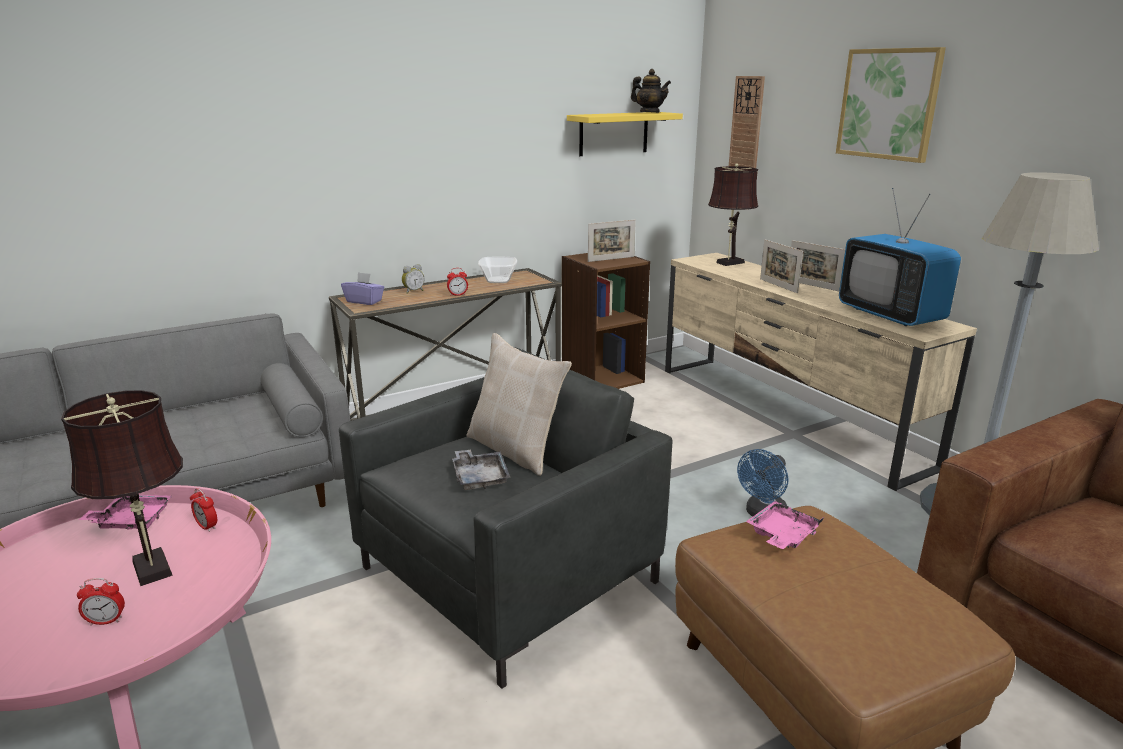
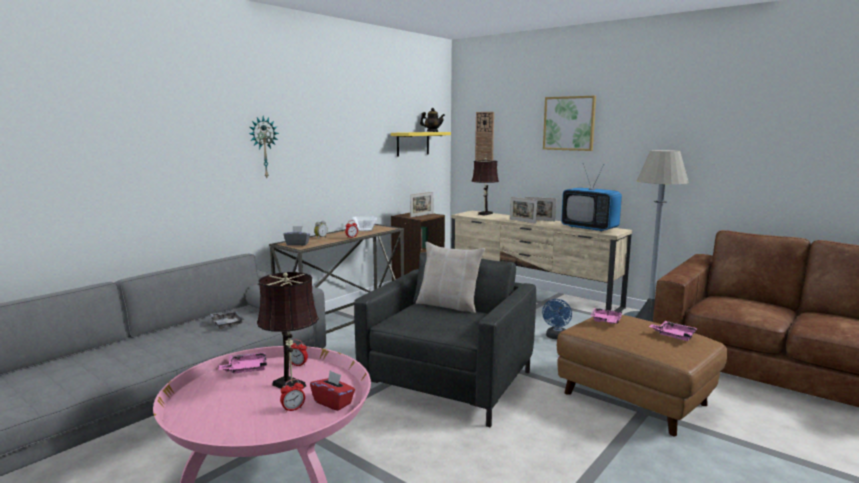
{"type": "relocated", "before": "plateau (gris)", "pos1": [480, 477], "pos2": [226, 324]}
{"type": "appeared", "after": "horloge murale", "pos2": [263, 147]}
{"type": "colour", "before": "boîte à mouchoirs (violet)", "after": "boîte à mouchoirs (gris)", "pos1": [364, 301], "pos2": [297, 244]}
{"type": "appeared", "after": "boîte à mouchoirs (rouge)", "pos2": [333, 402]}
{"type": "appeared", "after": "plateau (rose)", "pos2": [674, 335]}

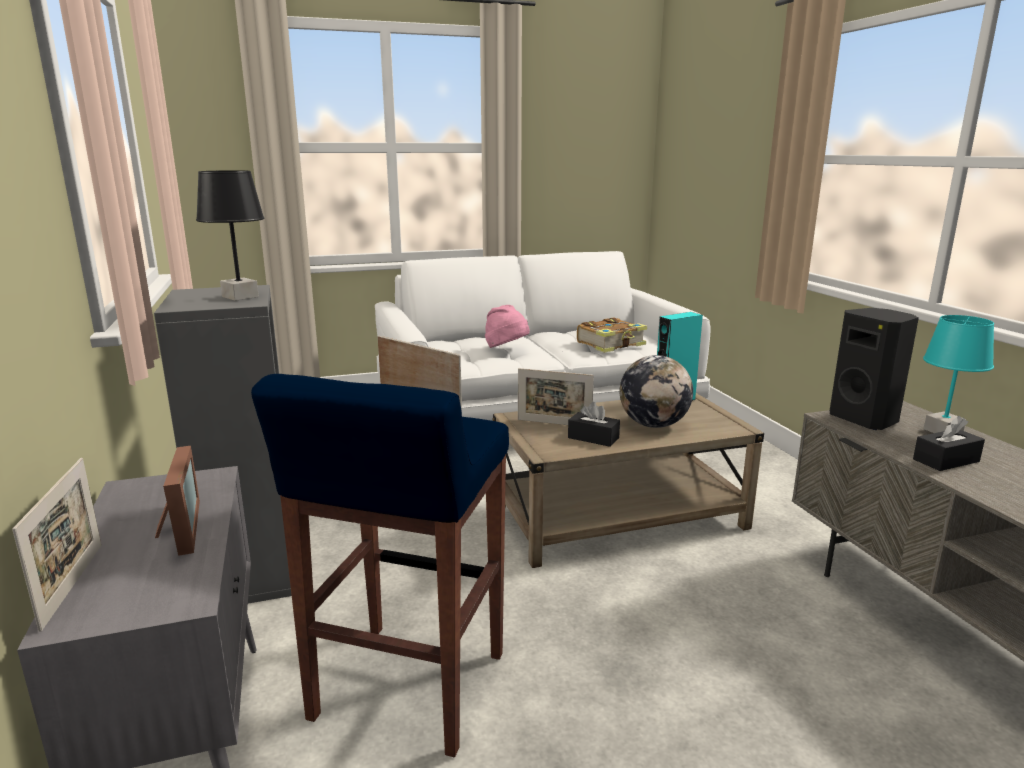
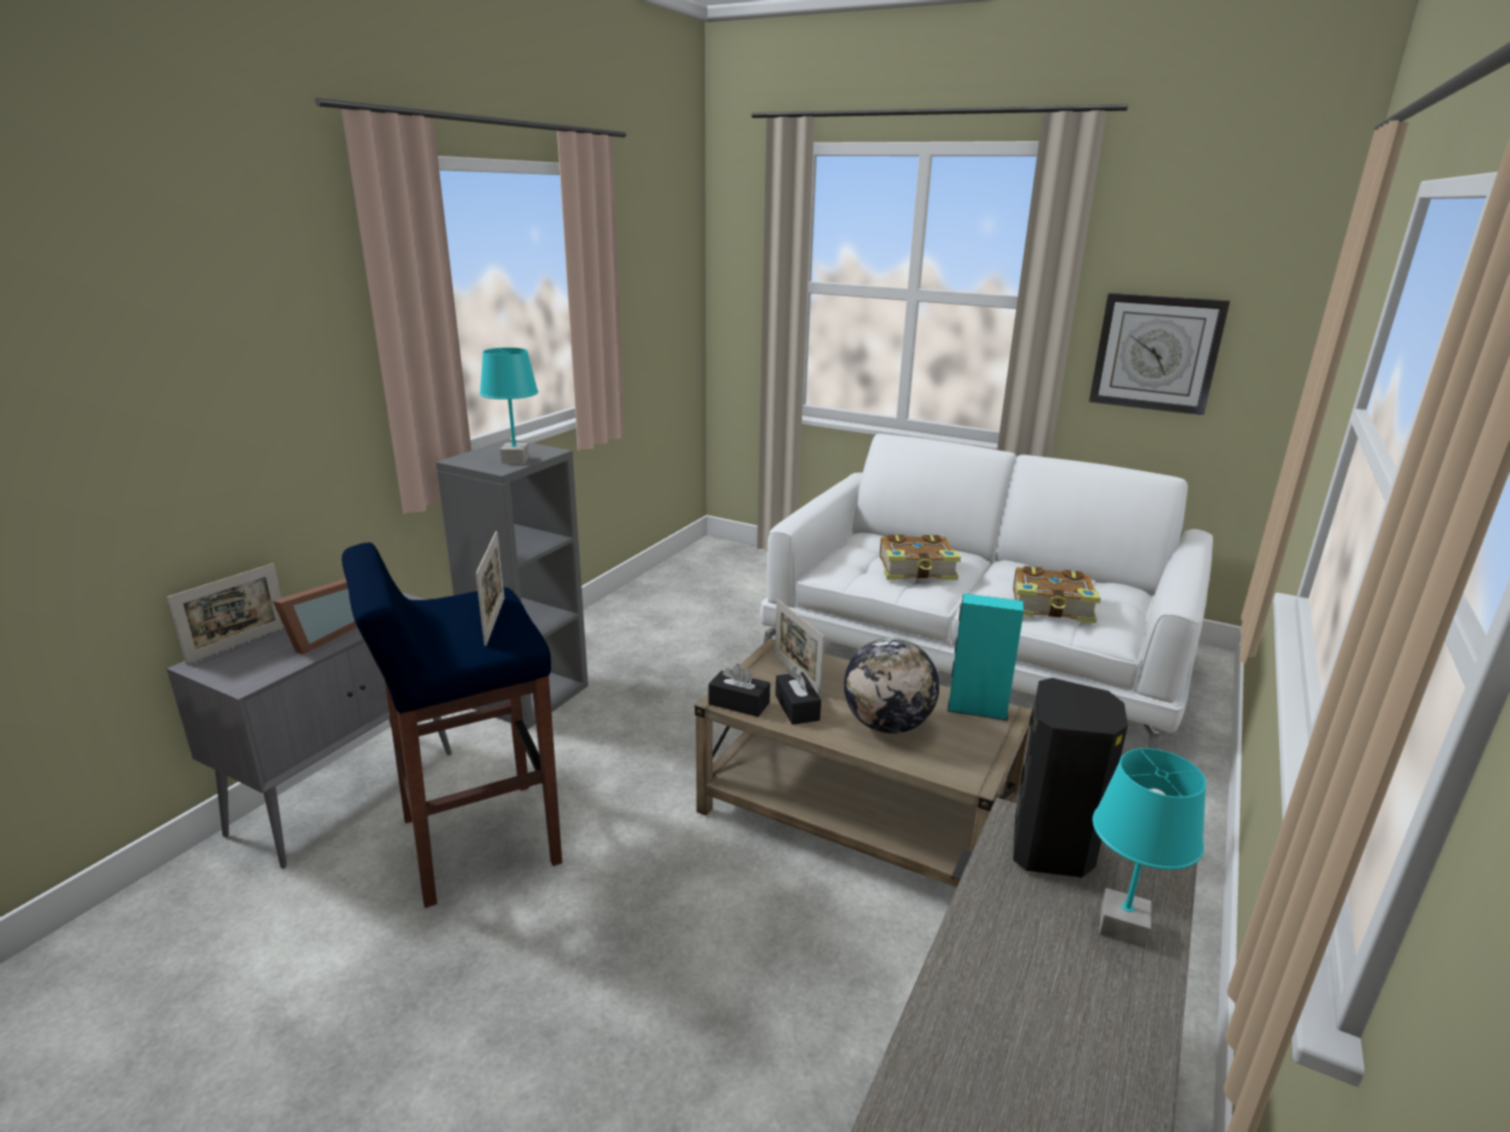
{"type": "colour", "before": "lampe de table (noir)", "after": "lampe de table (turquoise)", "pos1": [239, 297], "pos2": [515, 460]}
{"type": "relocated", "before": "boîte à mouchoirs (noir)", "pos1": [946, 460], "pos2": [739, 703]}
{"type": "exchanged", "before": "chapeau (rose)", "after": "livre", "pos1": [507, 349], "pos2": [917, 570]}
{"type": "appeared", "after": "horloge murale", "pos2": [1156, 353]}

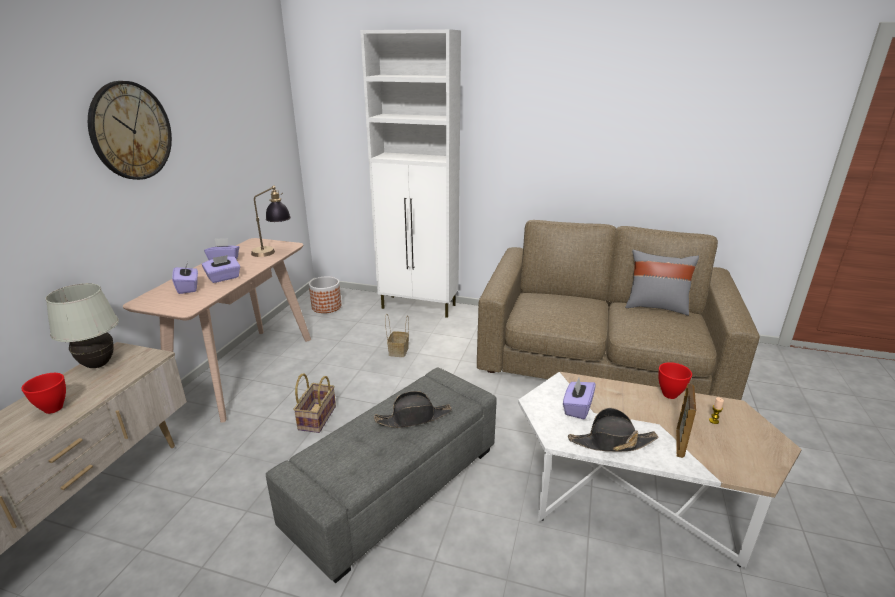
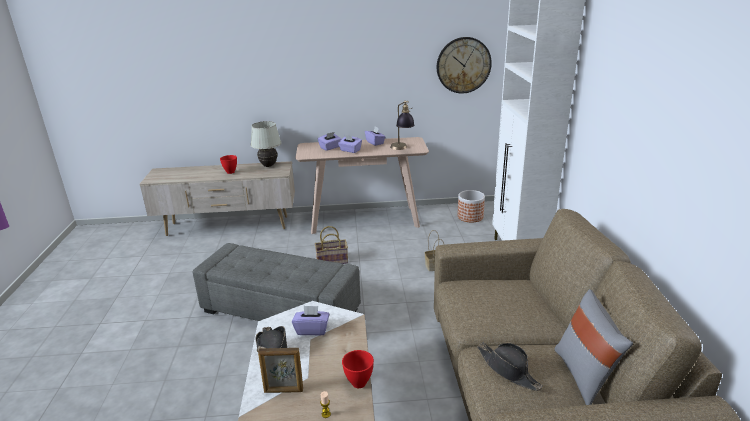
{"type": "relocated", "before": "horloge murale", "pos1": [131, 131], "pos2": [463, 65]}
{"type": "relocated", "before": "chapeau (noir)", "pos1": [414, 418], "pos2": [508, 370]}

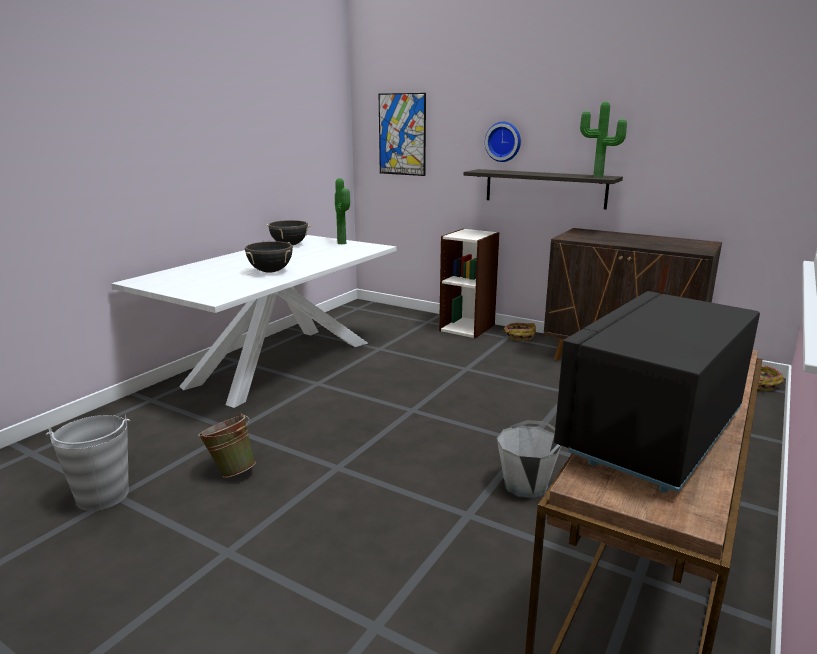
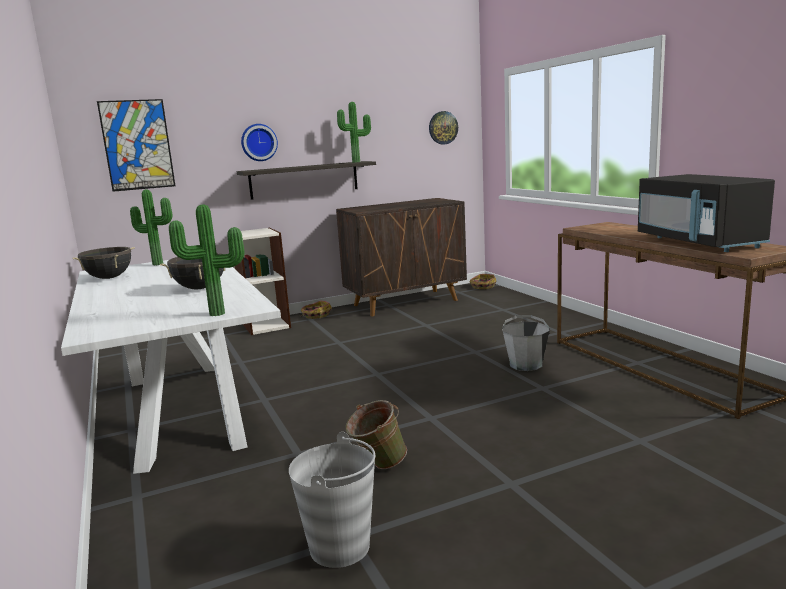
{"type": "appeared", "after": "plante en pot", "pos2": [217, 314]}
{"type": "appeared", "after": "horloge murale", "pos2": [443, 127]}

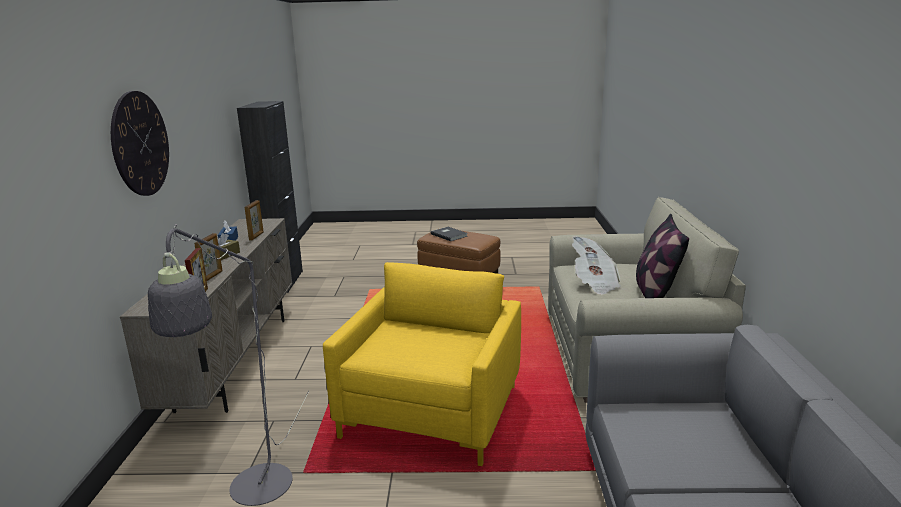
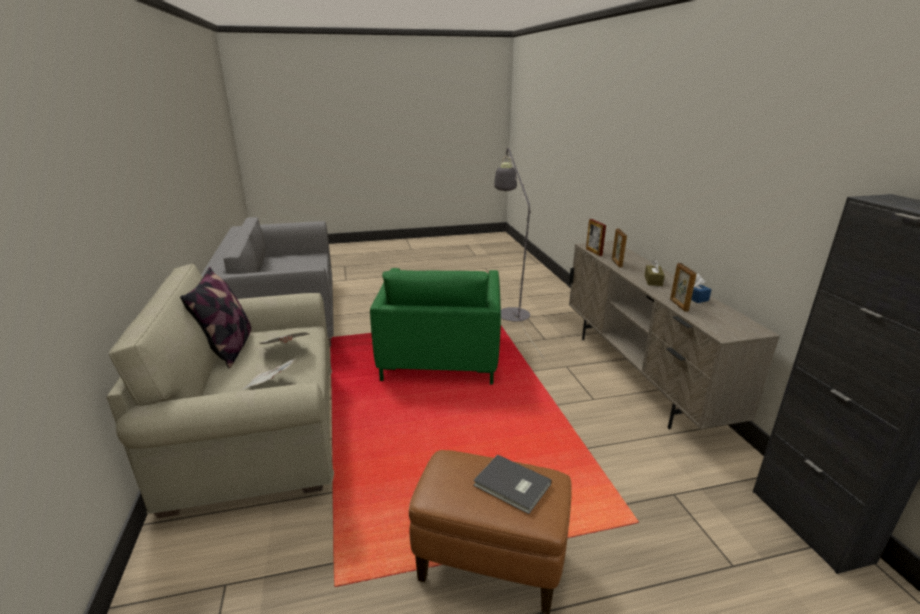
{"type": "colour", "before": "fauteuil (jaune)", "after": "fauteuil (vert)", "pos1": [431, 411], "pos2": [440, 356]}
{"type": "missing", "before": "horloge murale", "pos1": [140, 144]}

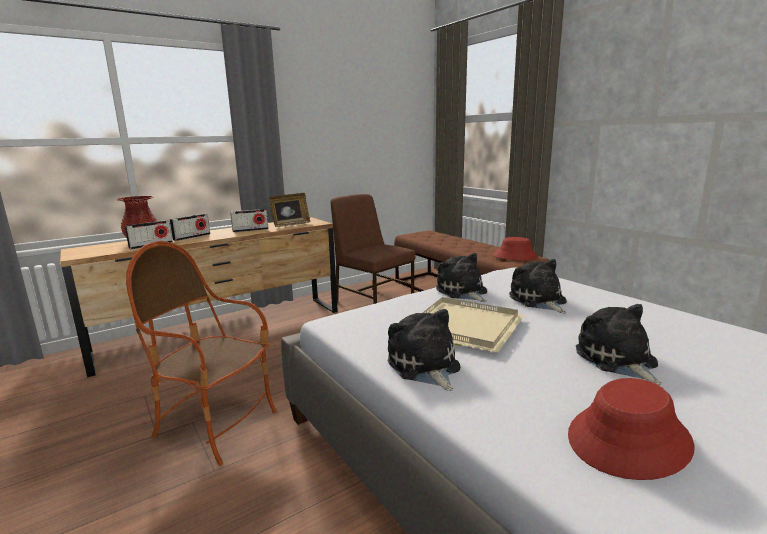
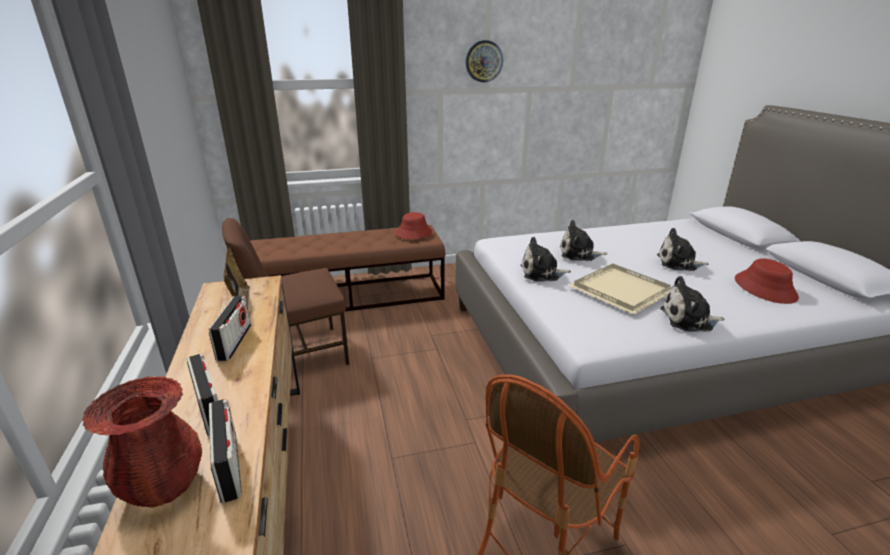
{"type": "appeared", "after": "horloge murale", "pos2": [483, 61]}

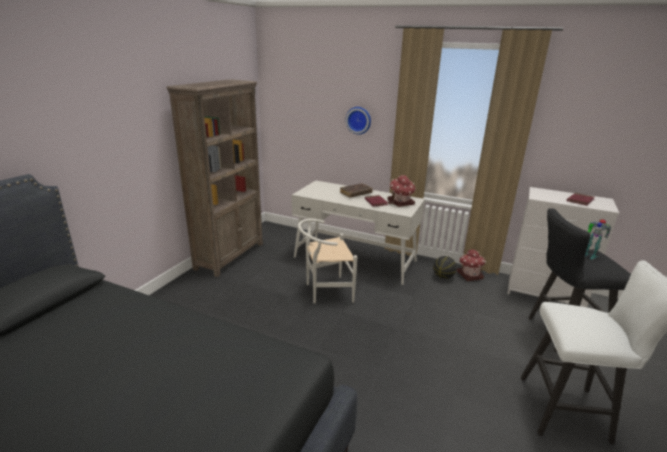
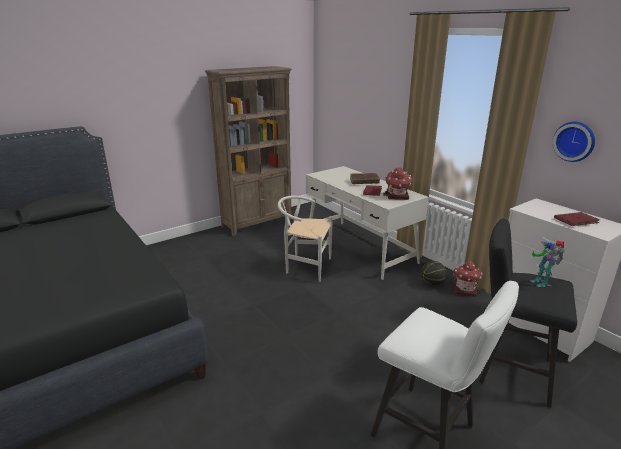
{"type": "relocated", "before": "horloge murale", "pos1": [359, 120], "pos2": [575, 141]}

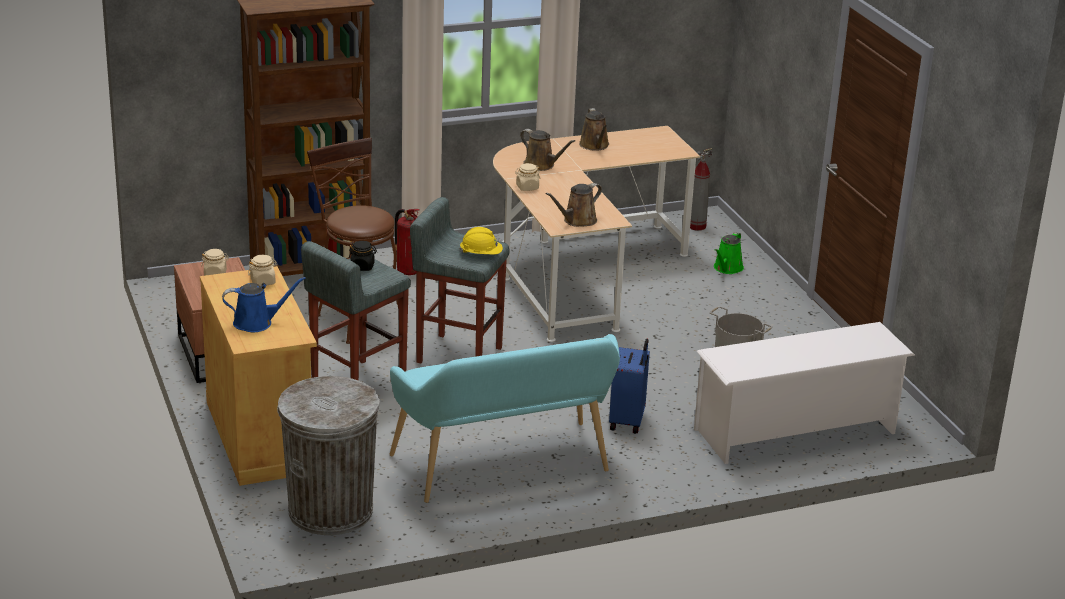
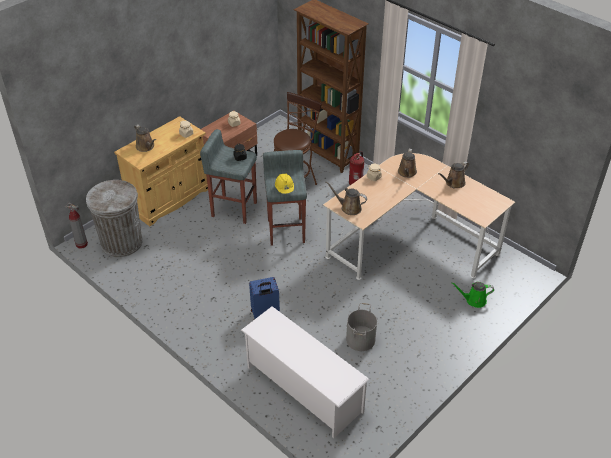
{"type": "relocated", "before": "extincteur", "pos1": [696, 226], "pos2": [81, 244]}
{"type": "colour", "before": "arrosoir (bleu)", "after": "arrosoir (marron)", "pos1": [257, 323], "pos2": [146, 147]}
{"type": "missing", "before": "banc (turquoise)", "pos1": [505, 468]}

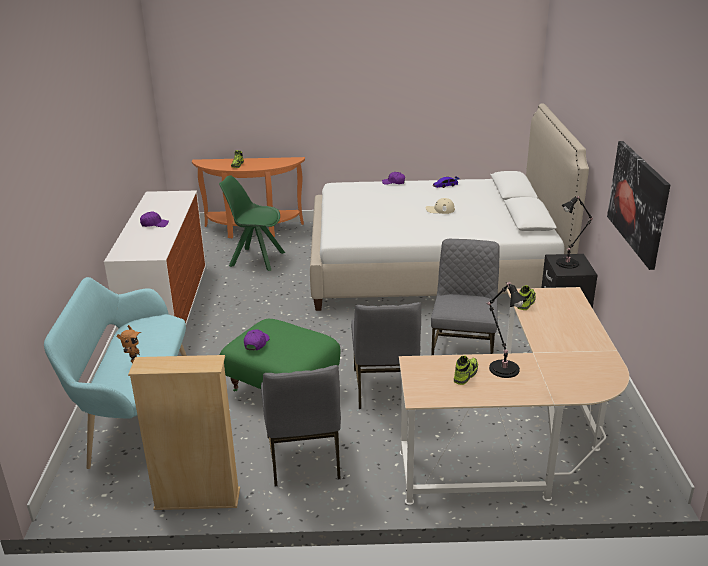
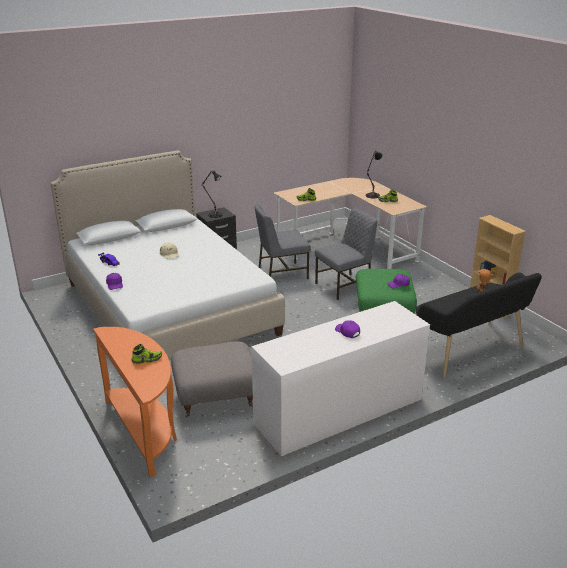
{"type": "exchanged", "before": "chaise (vert)", "after": "pouf (gris)", "pos1": [255, 259], "pos2": [215, 398]}
{"type": "colour", "before": "banc (turquoise)", "after": "banc (noir)", "pos1": [136, 417], "pos2": [470, 352]}
{"type": "missing", "before": "chaise (gris)", "pos1": [304, 458]}
{"type": "missing", "before": "tableau", "pos1": [638, 202]}

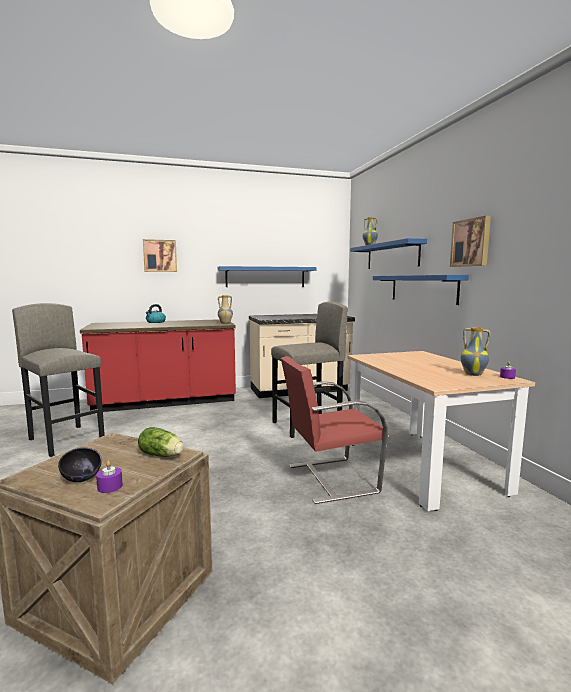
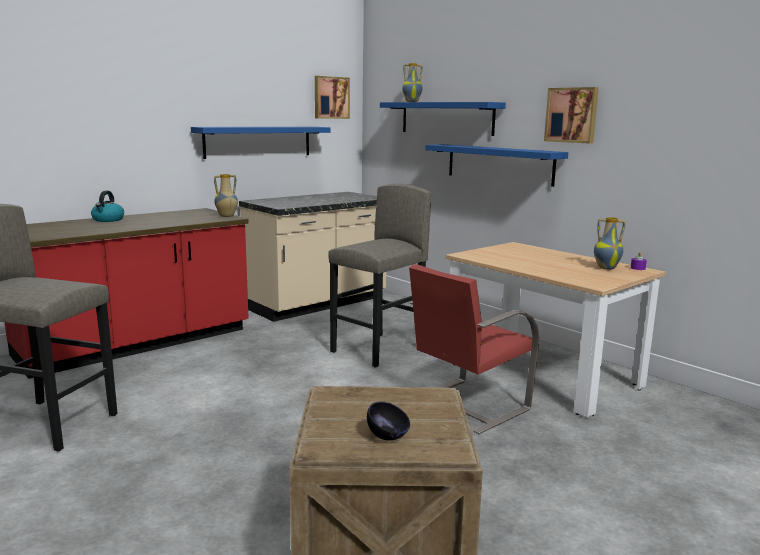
{"type": "relocated", "before": "tableau", "pos1": [160, 256], "pos2": [331, 97]}
{"type": "missing", "before": "bougie (violet)", "pos1": [110, 486]}
{"type": "missing", "before": "laitue", "pos1": [162, 455]}

